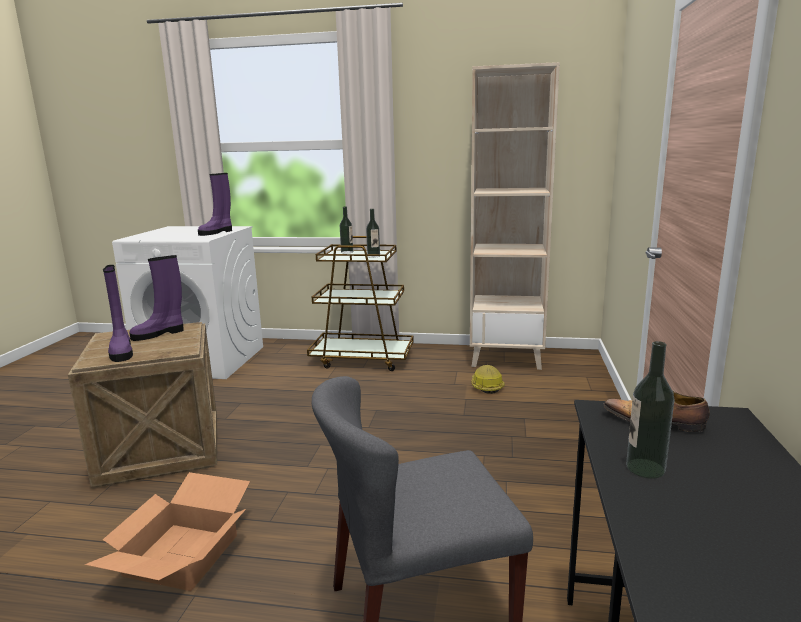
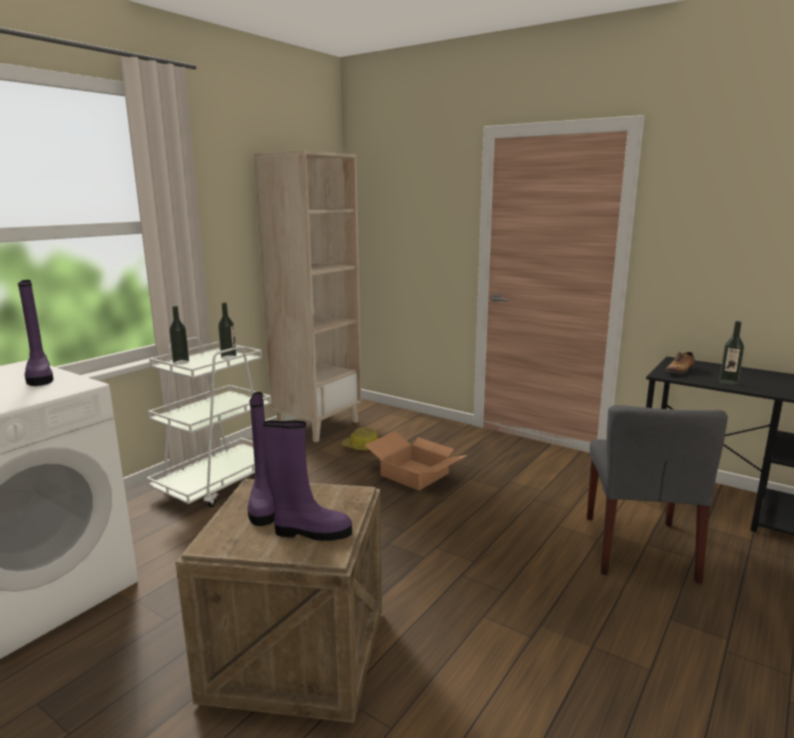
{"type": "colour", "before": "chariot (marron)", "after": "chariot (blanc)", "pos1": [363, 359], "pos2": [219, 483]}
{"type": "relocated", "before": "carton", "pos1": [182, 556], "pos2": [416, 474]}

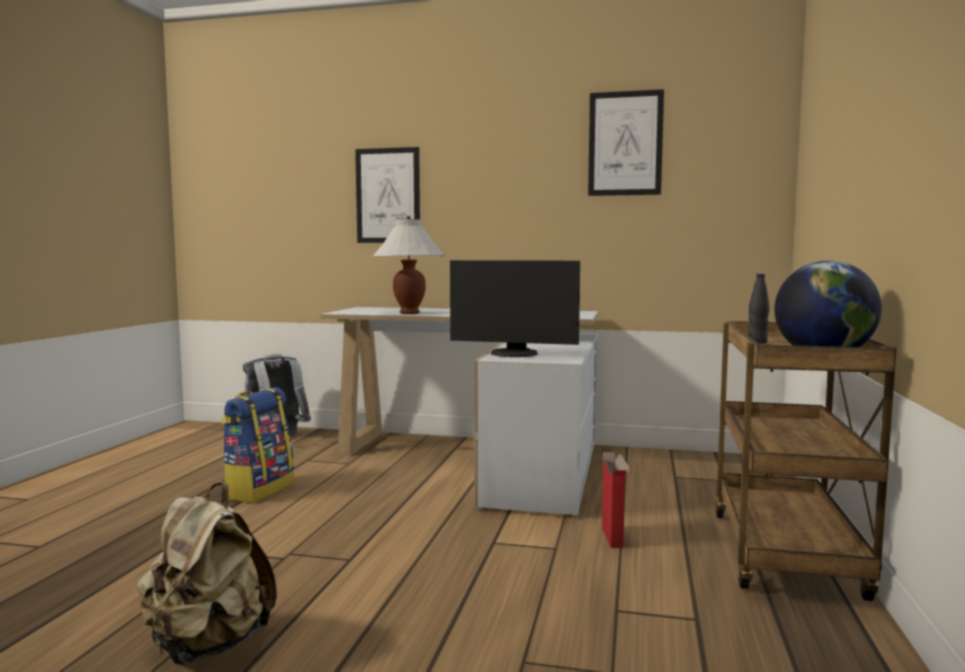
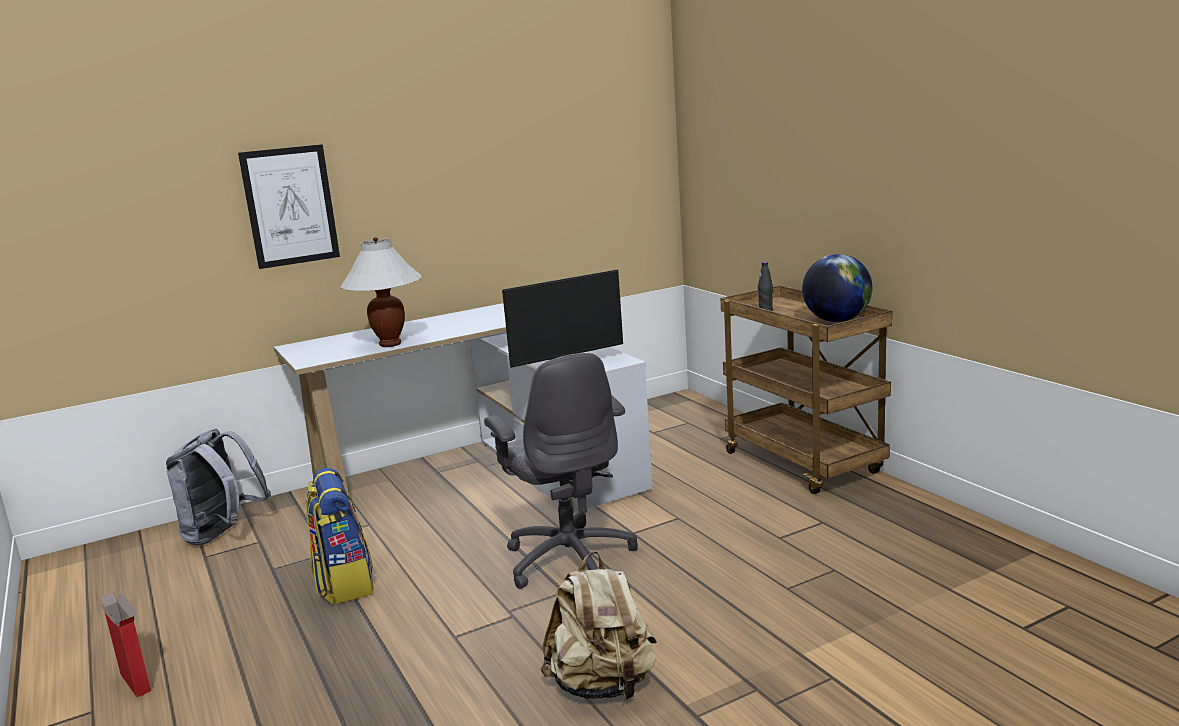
{"type": "relocated", "before": "carton", "pos1": [612, 538], "pos2": [136, 683]}
{"type": "appeared", "after": "chaise de bureau (gris)", "pos2": [569, 558]}
{"type": "missing", "before": "tableau", "pos1": [625, 143]}

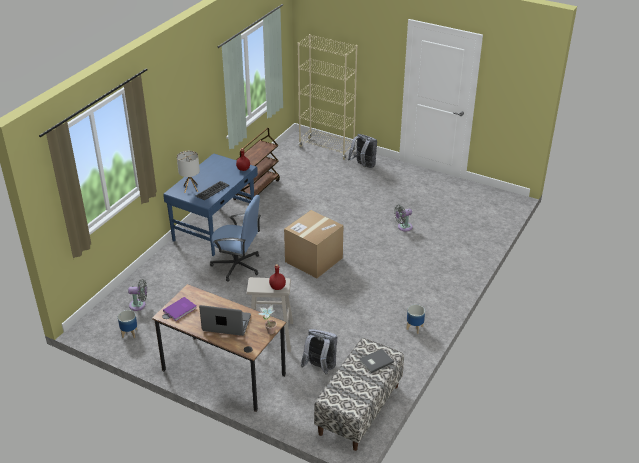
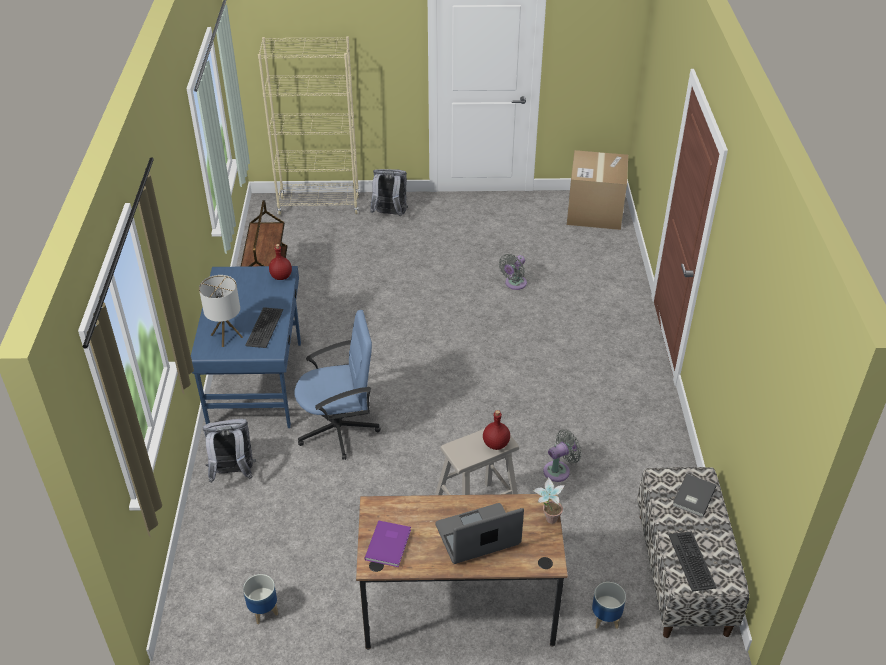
{"type": "relocated", "before": "sac à dos (gris)", "pos1": [320, 368], "pos2": [233, 473]}
{"type": "relocated", "before": "ventilateur (gris)", "pos1": [139, 305], "pos2": [559, 470]}
{"type": "relocated", "before": "carton", "pos1": [313, 260], "pos2": [594, 212]}
{"type": "relocated", "before": "cache-pot", "pos1": [414, 328], "pos2": [605, 619]}
{"type": "appeared", "after": "clavier", "pos2": [692, 561]}

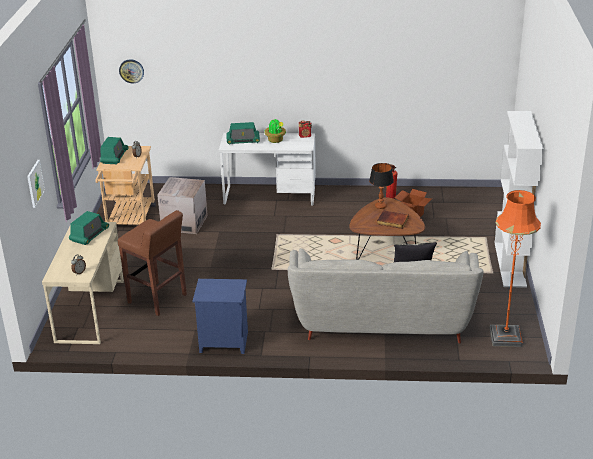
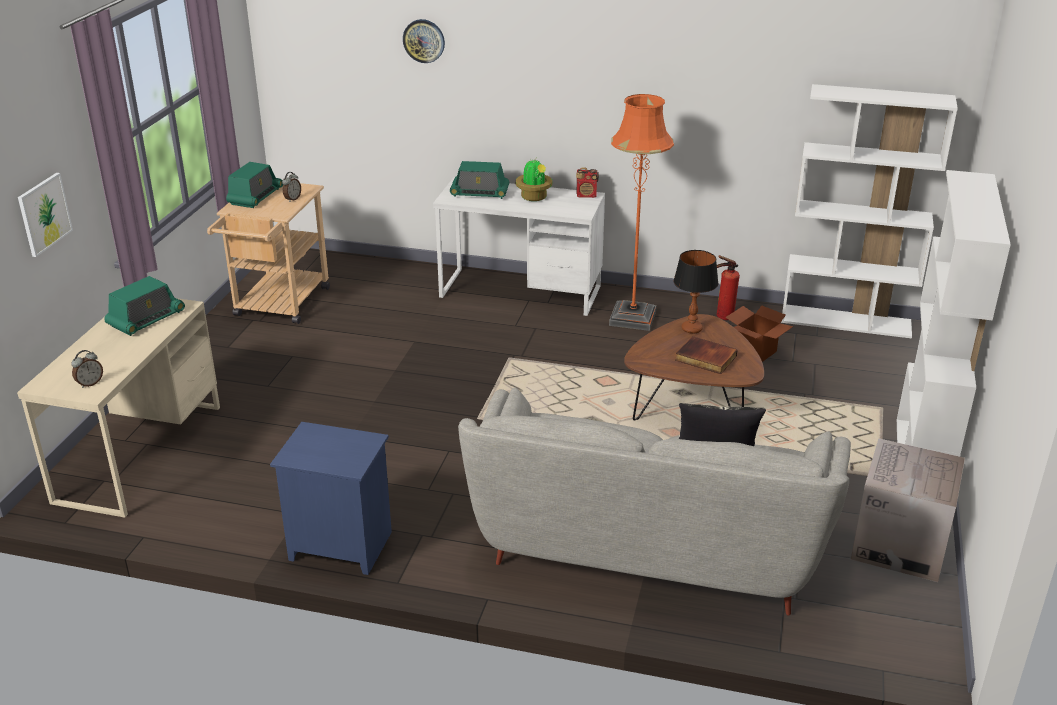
{"type": "relocated", "before": "horloge murale", "pos1": [131, 71], "pos2": [424, 41]}
{"type": "relocated", "before": "lampadaire (orange)", "pos1": [505, 337], "pos2": [632, 318]}
{"type": "appeared", "after": "bibliothèque (blanc)", "pos2": [846, 321]}
{"type": "relocated", "before": "carton", "pos1": [184, 223], "pos2": [899, 544]}
{"type": "missing", "before": "tabouret (marron)", "pos1": [158, 299]}

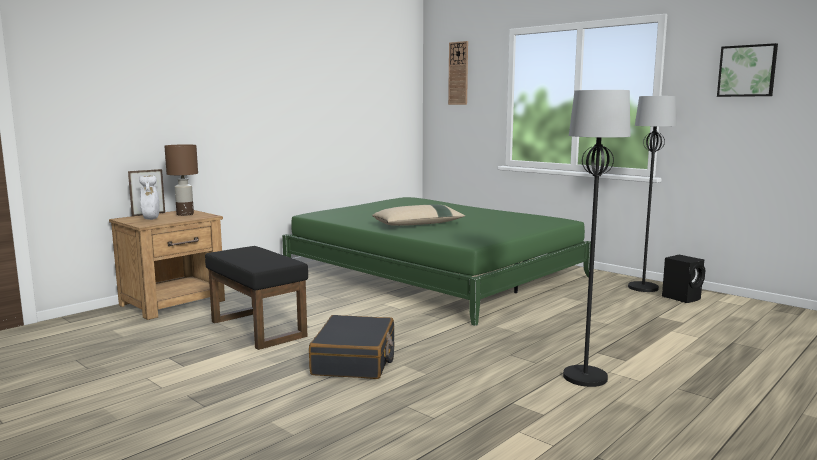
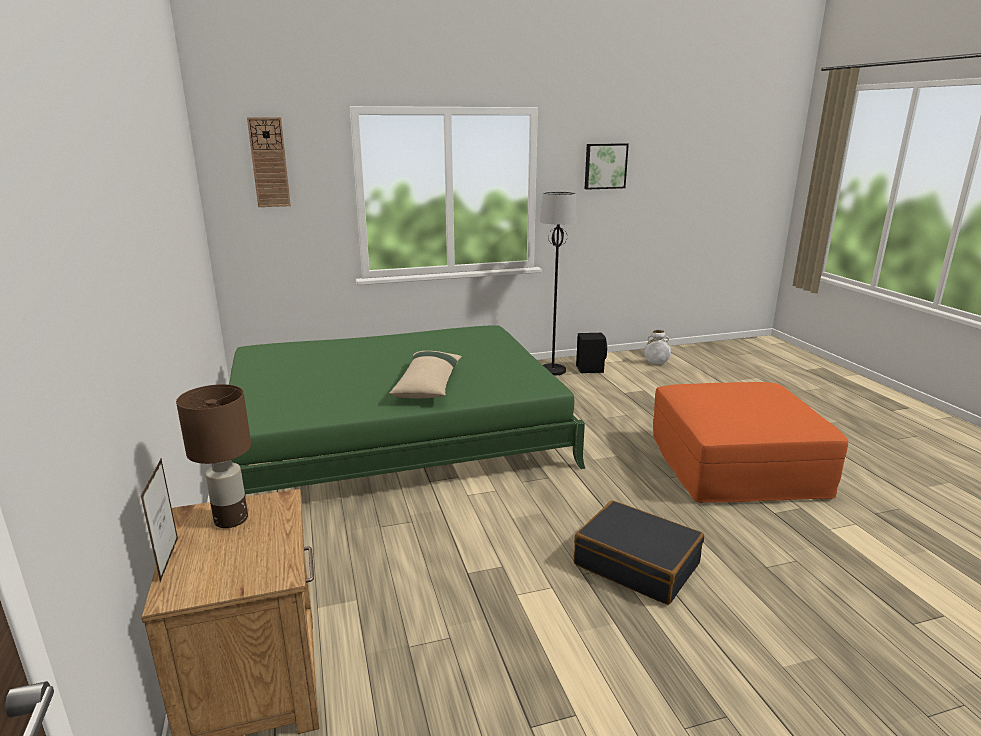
{"type": "relocated", "before": "vase (blanc)", "pos1": [151, 219], "pos2": [656, 363]}
{"type": "exchanged", "before": "lampadaire (noir)", "after": "pouf (orange)", "pos1": [585, 377], "pos2": [735, 465]}
{"type": "missing", "before": "pouf (noir)", "pos1": [259, 329]}

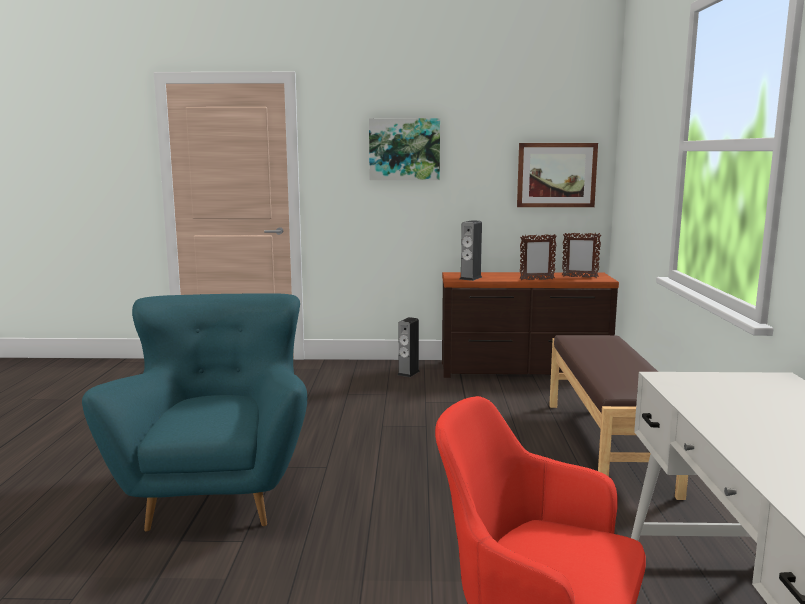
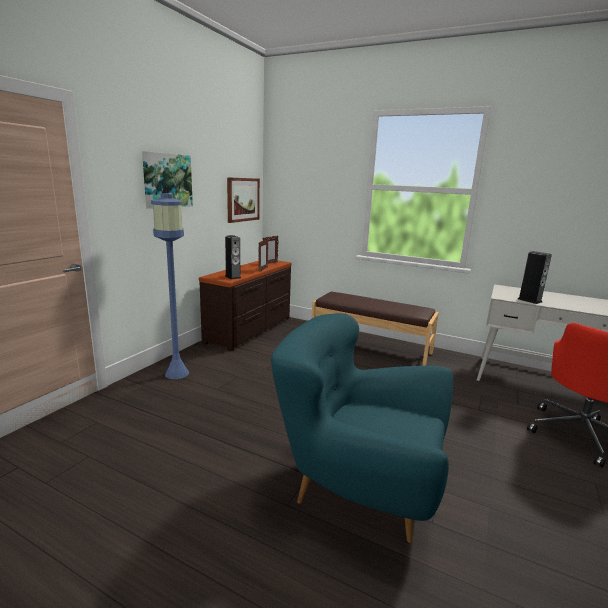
{"type": "appeared", "after": "lampadaire (bleu)", "pos2": [177, 373]}
{"type": "relocated", "before": "enceinte", "pos1": [408, 373], "pos2": [529, 300]}

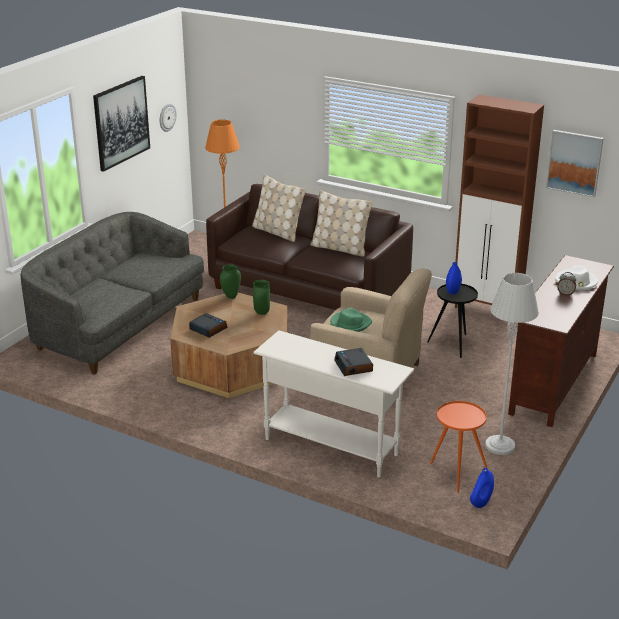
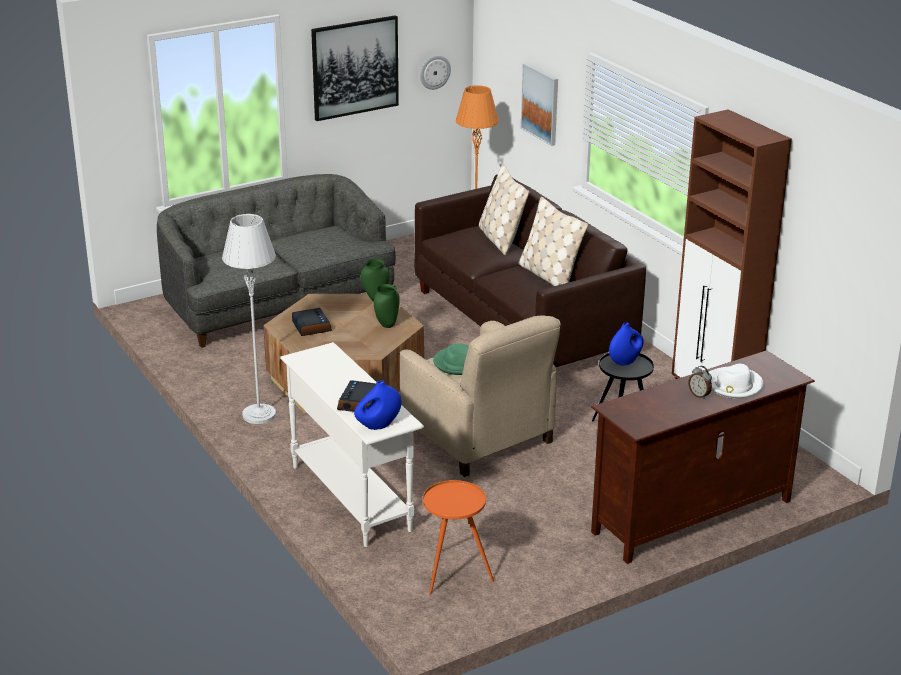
{"type": "relocated", "before": "lampadaire (gris)", "pos1": [500, 445], "pos2": [259, 415]}
{"type": "relocated", "before": "vase (bleu)", "pos1": [480, 503], "pos2": [378, 425]}
{"type": "relocated", "before": "tableau", "pos1": [574, 163], "pos2": [540, 103]}

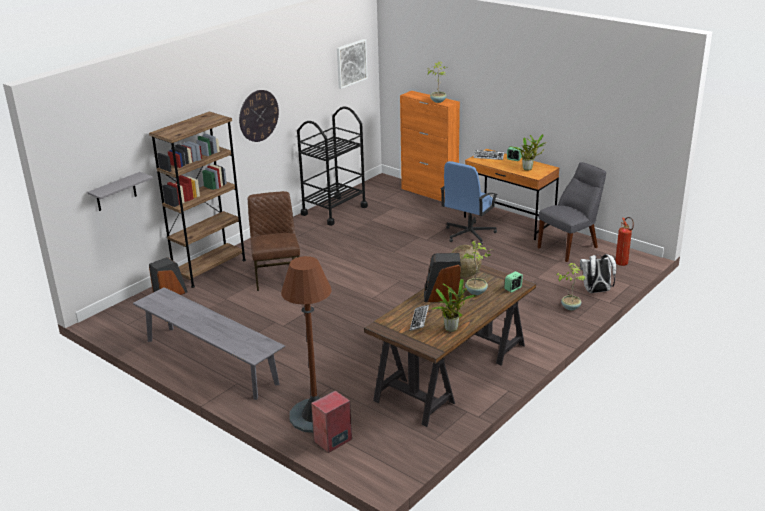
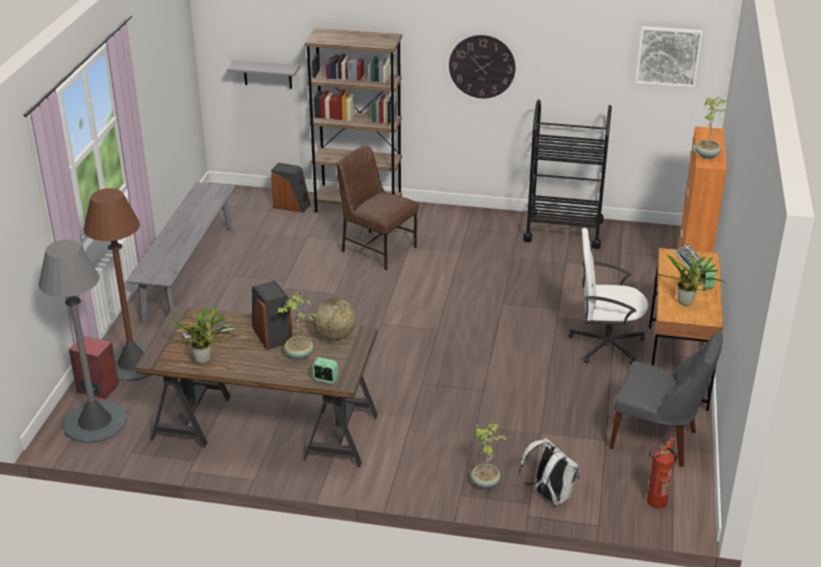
{"type": "appeared", "after": "lampadaire (gris)", "pos2": [95, 423]}
{"type": "spun", "before": "chaise (marron)", "pos1": [277, 276], "pos2": [377, 249], "turn": -105}
{"type": "colour", "before": "chaise de bureau (bleu)", "after": "chaise de bureau (blanc)", "pos1": [469, 234], "pos2": [605, 344]}

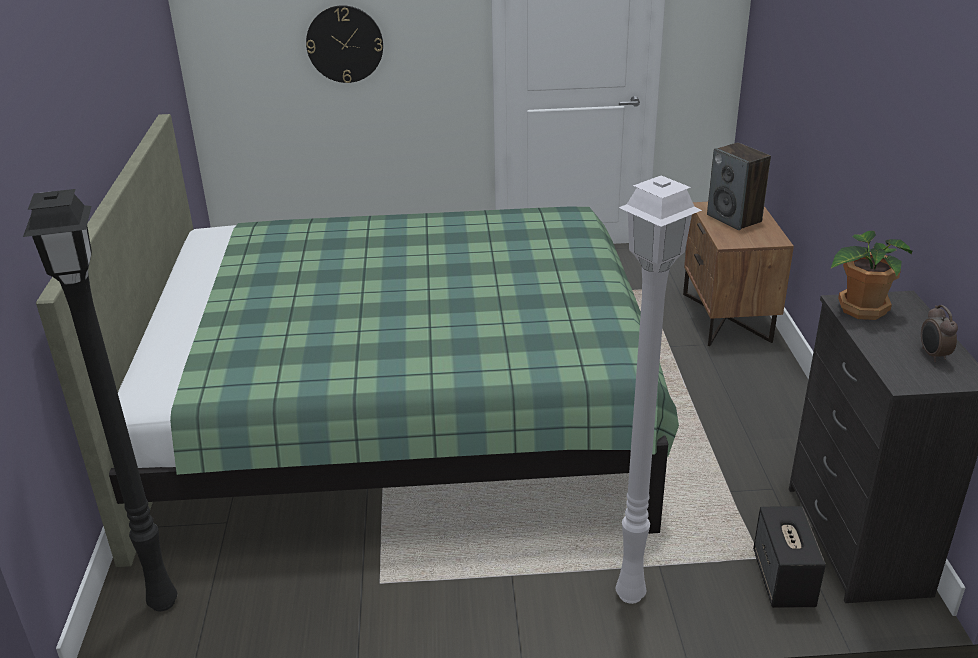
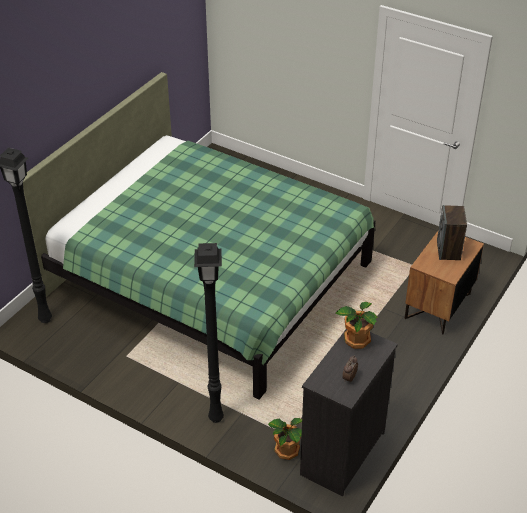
{"type": "colour", "before": "lampadaire (blanc)", "after": "lampadaire (noir)", "pos1": [630, 592], "pos2": [217, 417]}
{"type": "exchanged", "before": "enceinte", "after": "plante en pot", "pos1": [783, 579], "pos2": [286, 450]}
{"type": "missing", "before": "horloge murale", "pos1": [344, 44]}

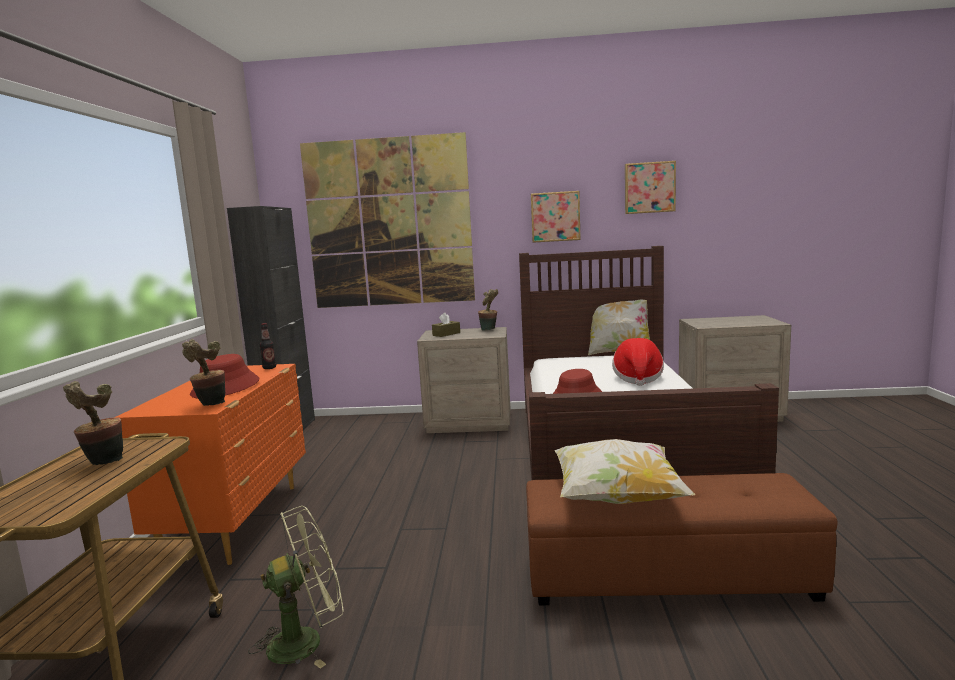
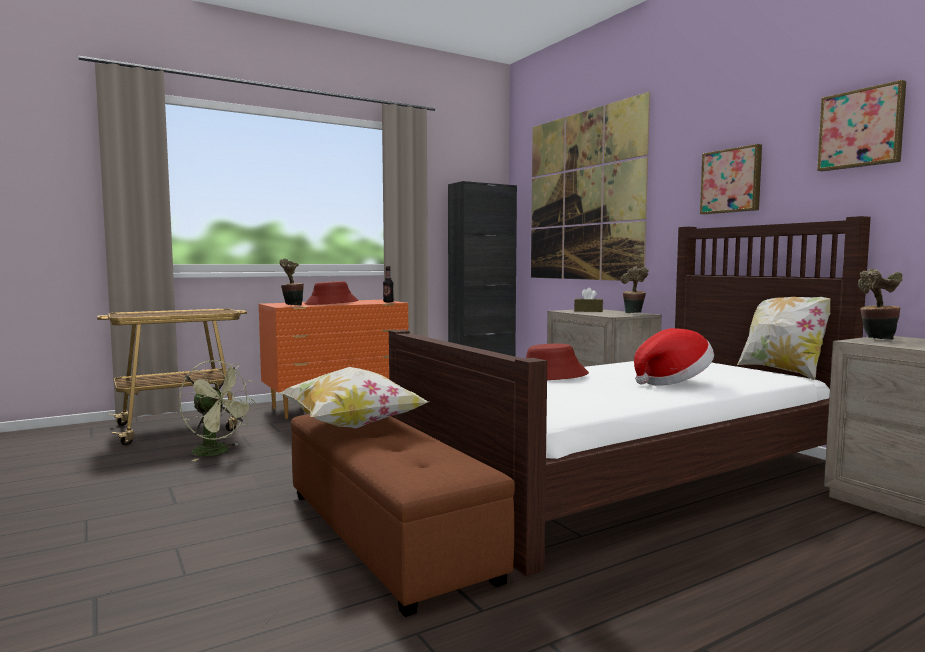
{"type": "relocated", "before": "plante en pot", "pos1": [102, 463], "pos2": [876, 339]}

